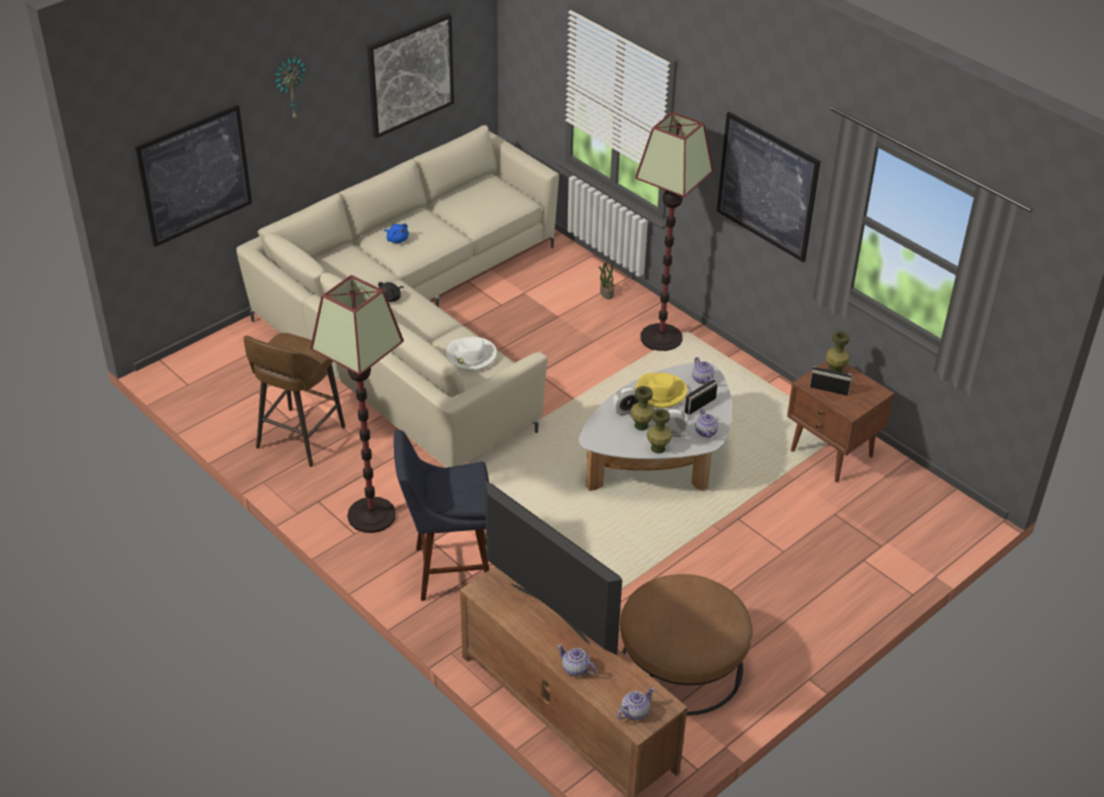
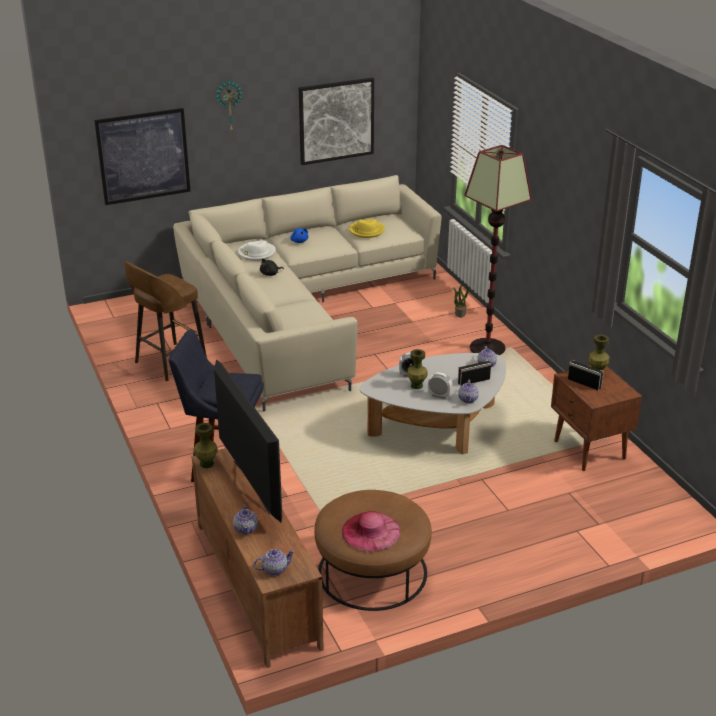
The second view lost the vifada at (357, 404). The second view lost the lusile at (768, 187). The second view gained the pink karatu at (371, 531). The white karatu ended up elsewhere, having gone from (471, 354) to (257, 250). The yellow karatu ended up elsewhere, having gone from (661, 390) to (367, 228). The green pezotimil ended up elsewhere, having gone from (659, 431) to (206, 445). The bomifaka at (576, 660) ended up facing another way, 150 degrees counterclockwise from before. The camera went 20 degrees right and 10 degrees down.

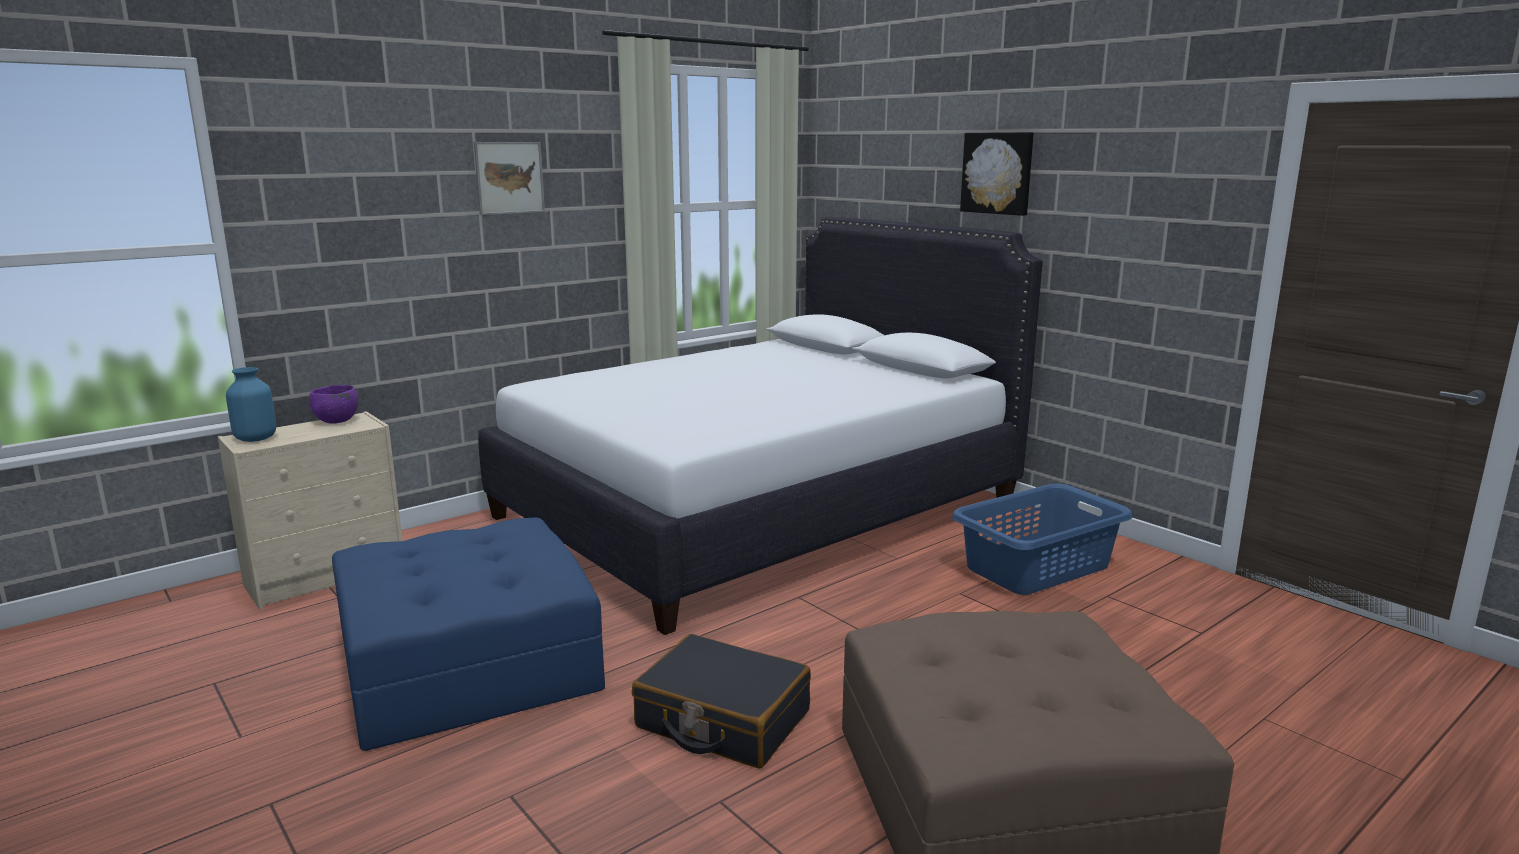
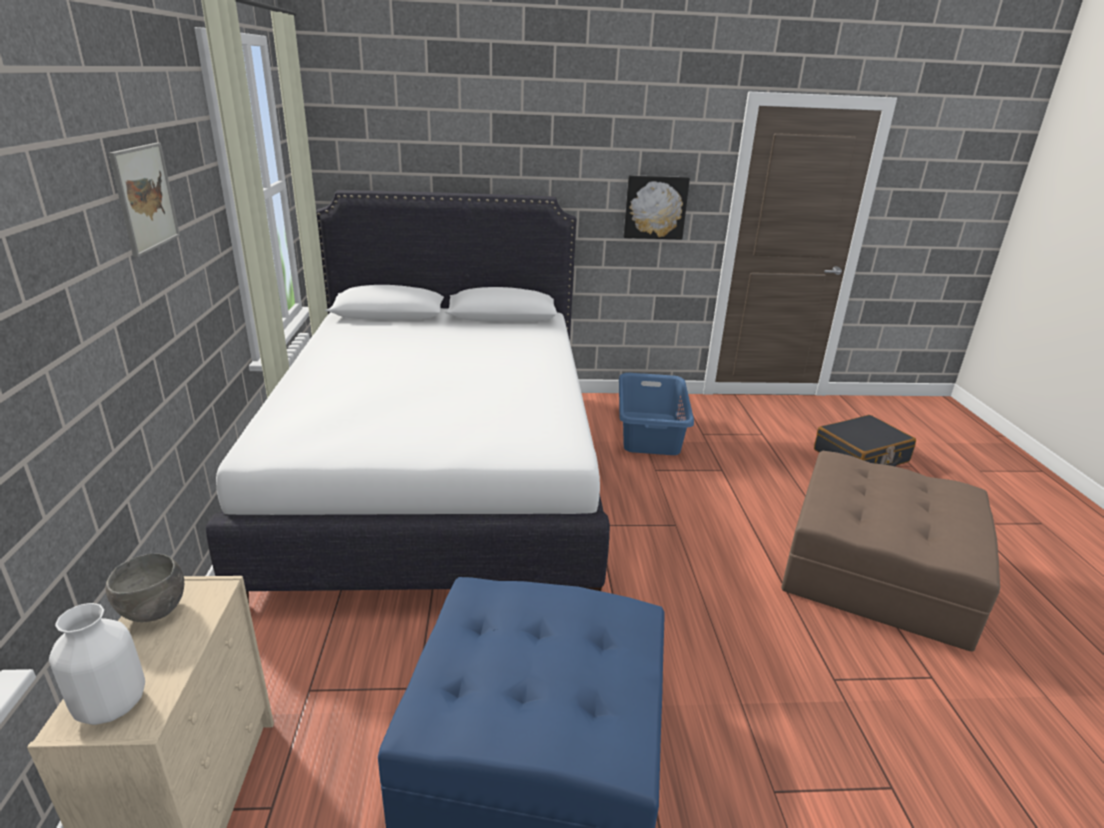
The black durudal ended up elsewhere, having gone from (721, 701) to (865, 441). The lusile ended up elsewhere, having gone from (997, 174) to (657, 207). What was the blue pezotimil at (251, 404) turned into the white pezotimil at (97, 664). What was the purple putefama at (333, 404) turned into the grey putefama at (144, 587). The camera went 55 degrees left and 10 degrees up.

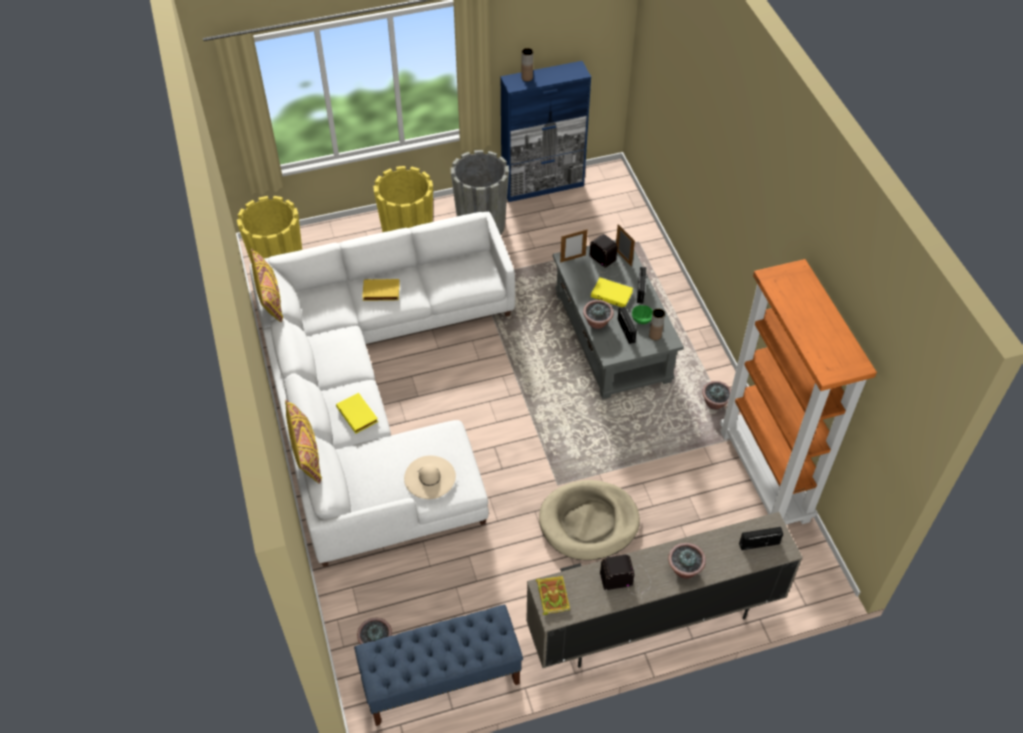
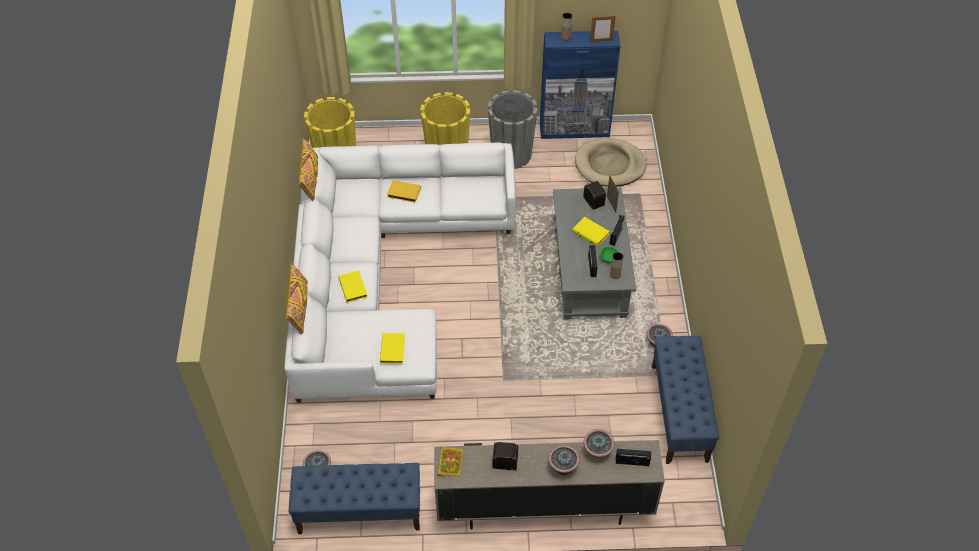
The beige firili ended up elsewhere, having gone from (589, 520) to (610, 162). The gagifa ended up elsewhere, having gone from (574, 246) to (603, 28). The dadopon ended up elsewhere, having gone from (598, 314) to (599, 444). Where the beige karatu stood at (430, 477), the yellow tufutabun came to stand at (392, 348). Where the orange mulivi stood at (798, 392), the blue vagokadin came to stand at (685, 400). The camera went 15 degrees right and 0 degrees up.

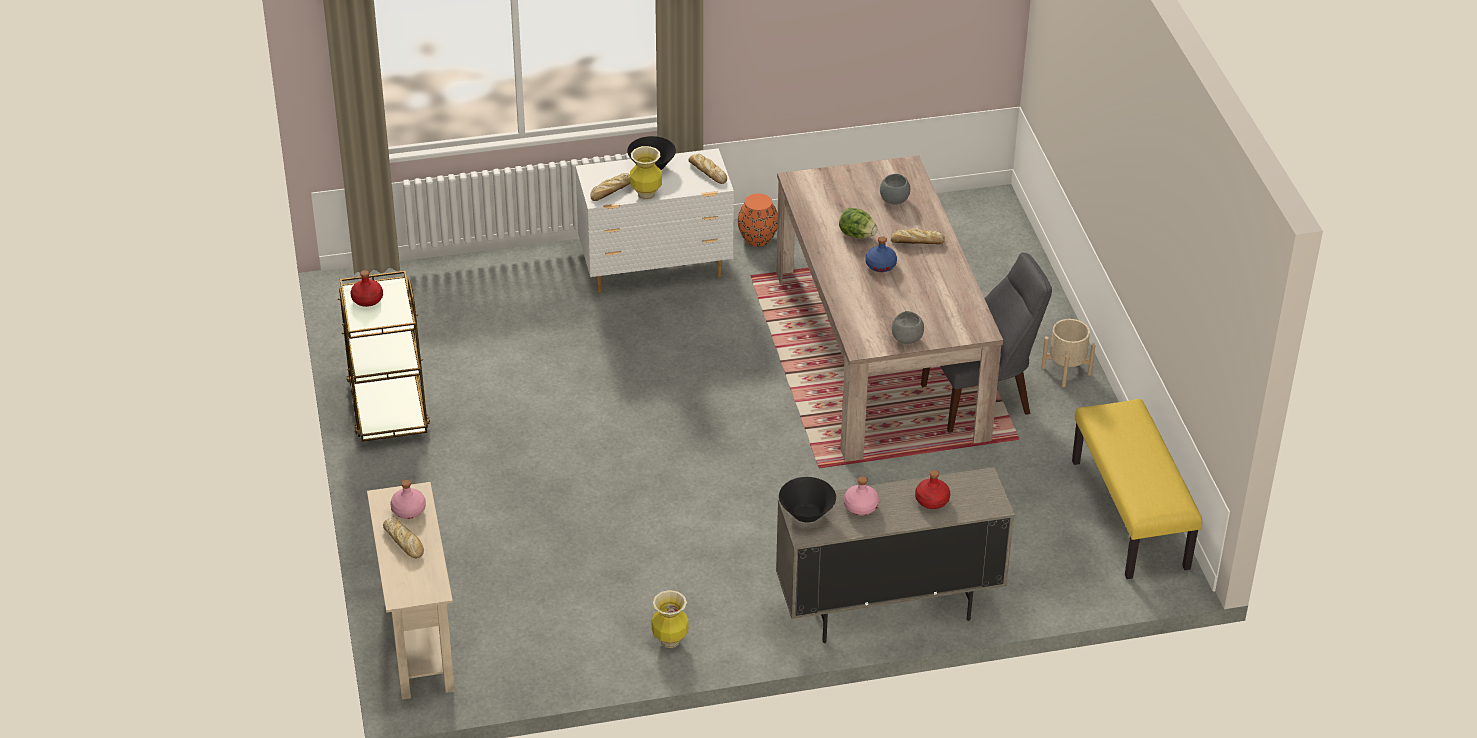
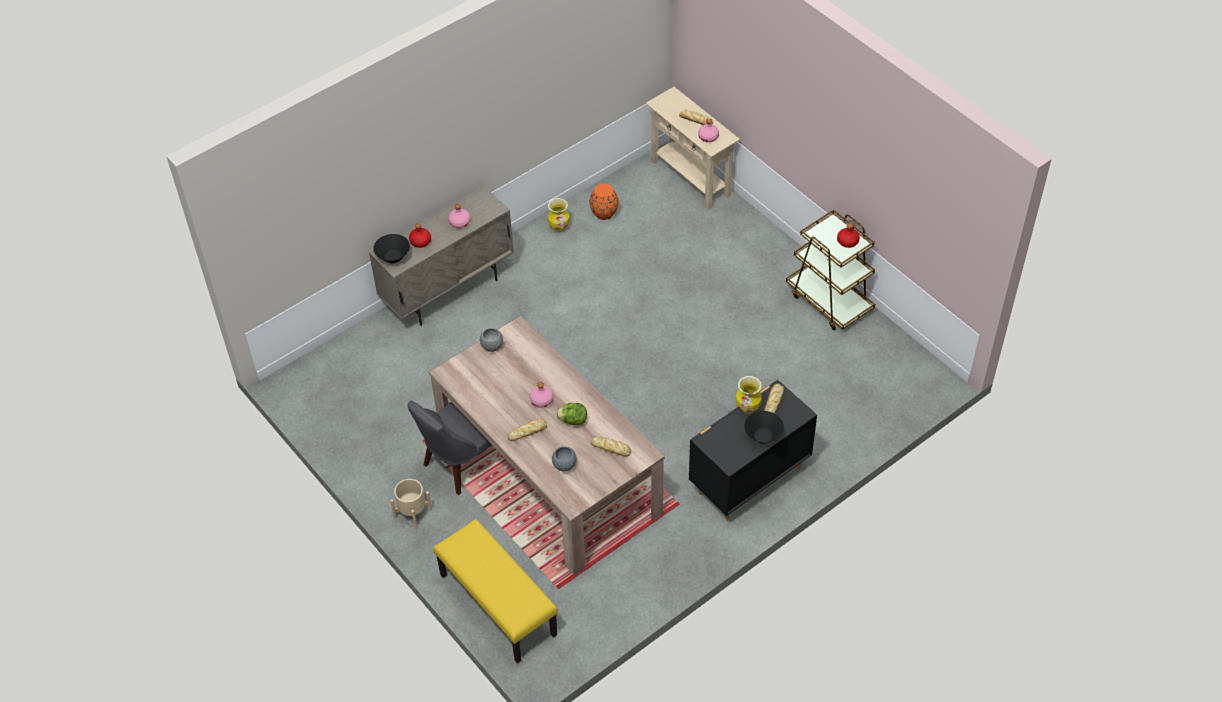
The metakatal ended up elsewhere, having gone from (707, 169) to (611, 446). The orange pezotimil ended up elsewhere, having gone from (758, 220) to (604, 202). The black putefama ended up elsewhere, having gone from (807, 500) to (391, 248). The yellow vagokadin ended up elsewhere, having gone from (1137, 489) to (495, 591). What was the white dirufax at (654, 220) turned into the black dirufax at (753, 450). What was the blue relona at (881, 254) turned into the pink relona at (541, 395). The camera went 155 degrees right and 10 degrees up.

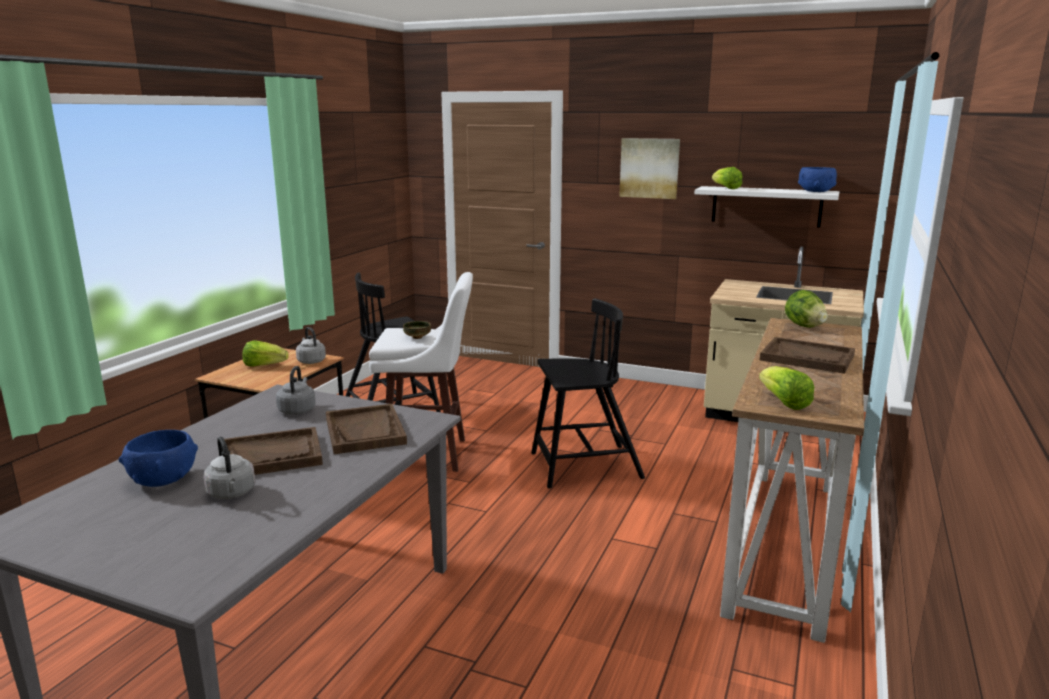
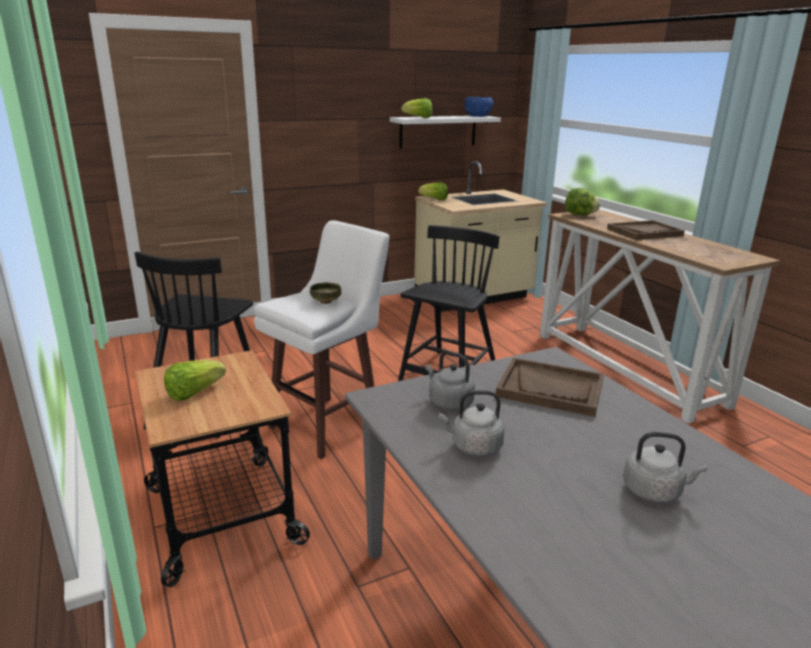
The second view lost the blue putefama at (158, 458). The second view lost the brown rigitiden at (273, 451). The second view lost the lusile at (649, 168). The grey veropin ended up elsewhere, having gone from (311, 345) to (472, 423). The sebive ended up elsewhere, having gone from (786, 388) to (433, 191). The camera went 50 degrees left and 5 degrees up.

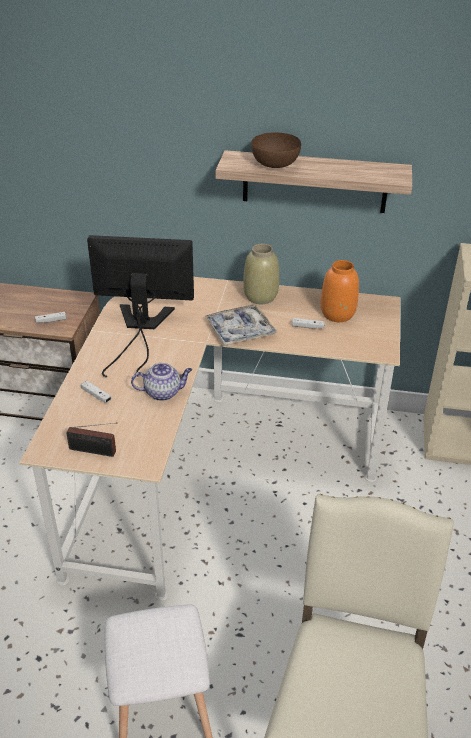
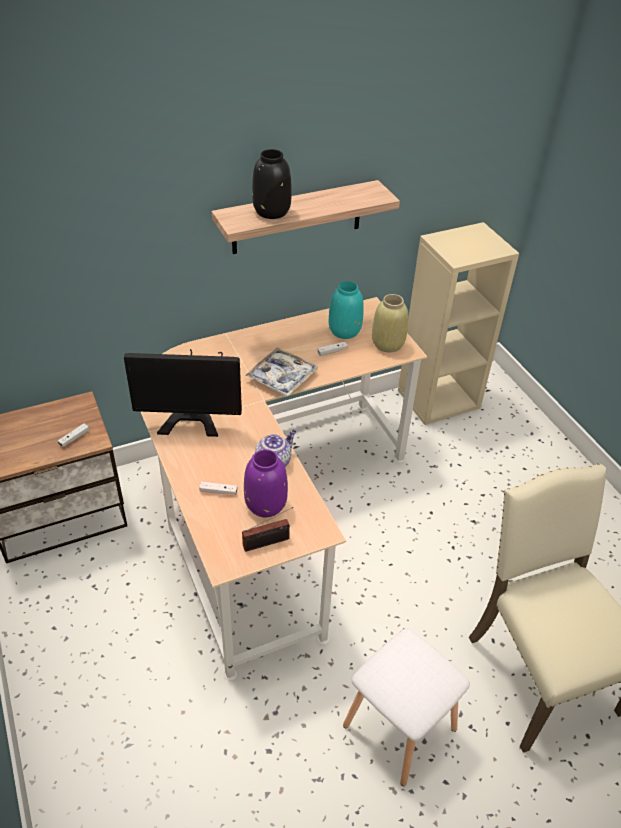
The second view gained the purple pezotimil at (266, 483). The beige pezotimil ended up elsewhere, having gone from (261, 274) to (390, 323). Where the brown putefama stood at (276, 150), the black pezotimil came to stand at (272, 184). What was the orange pezotimil at (340, 291) turned into the turquoise pezotimil at (346, 310). The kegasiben at (140, 306) ended up facing another way, 150 degrees counterclockwise from before. The camera went 35 degrees left and 5 degrees up.

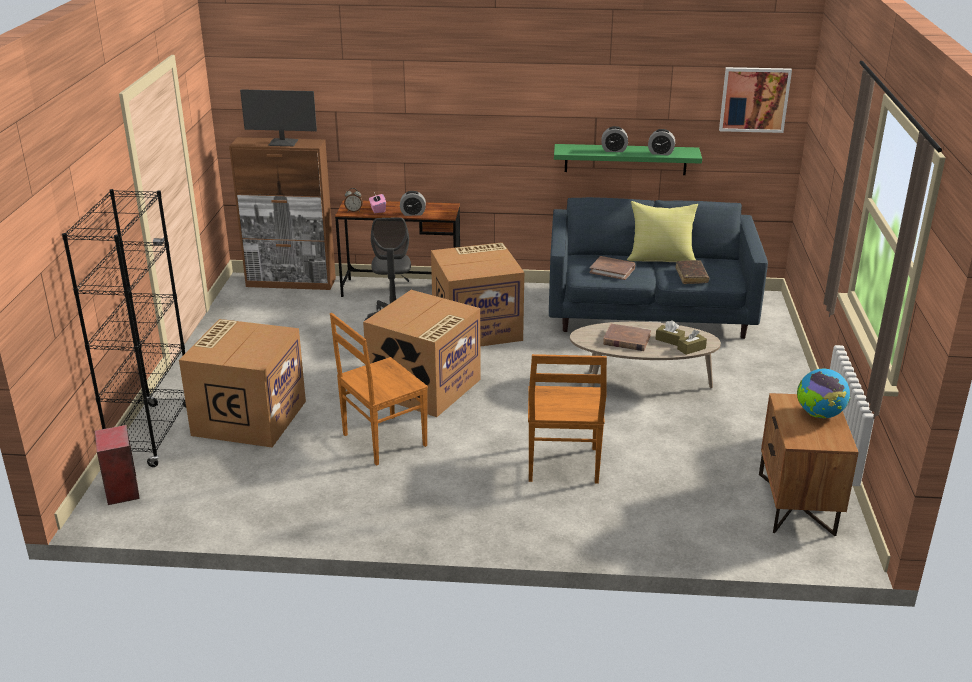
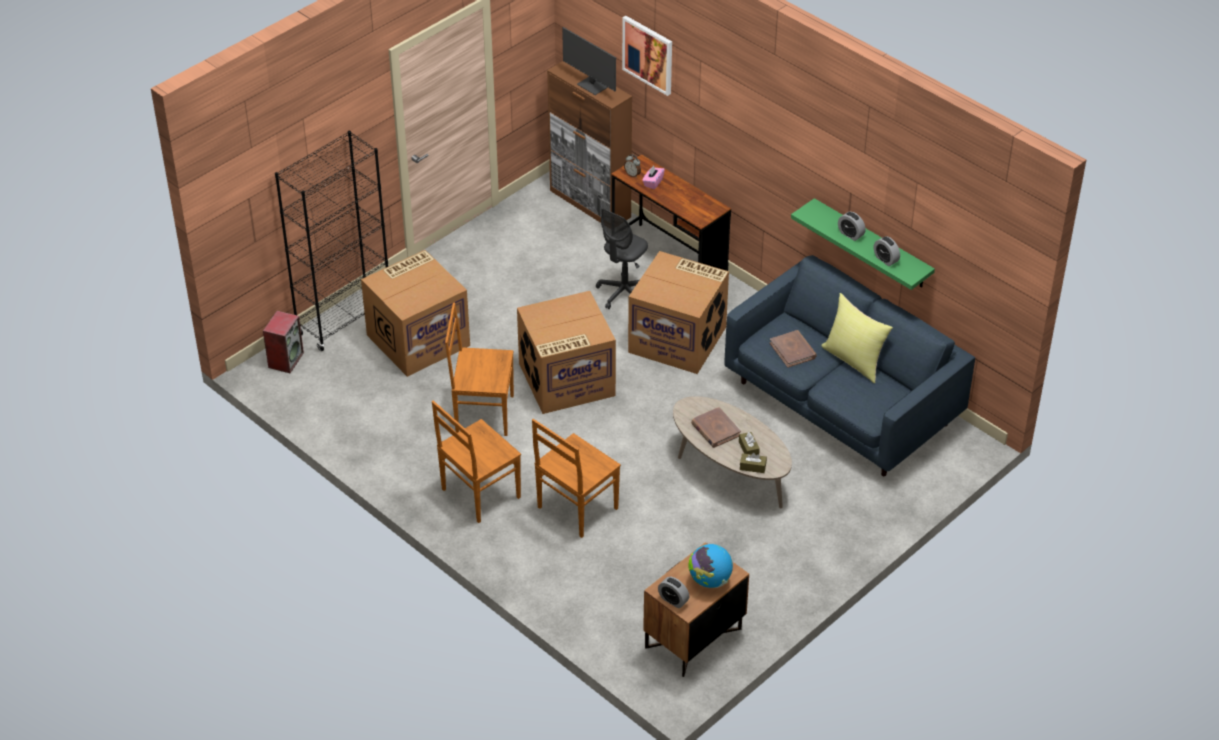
The second view lost the brown tufutabun at (692, 272). The second view gained the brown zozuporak at (476, 462). The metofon ended up elsewhere, having gone from (413, 203) to (673, 592). The lusile ended up elsewhere, having gone from (755, 100) to (647, 56). The camera went 40 degrees right and 15 degrees up.

